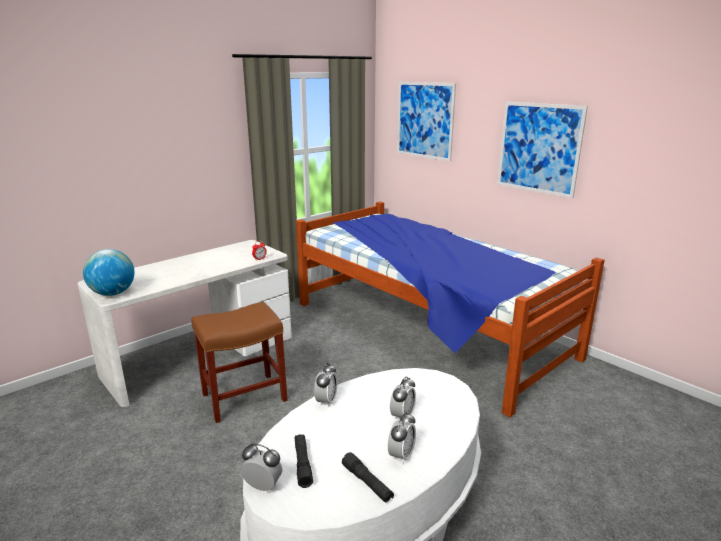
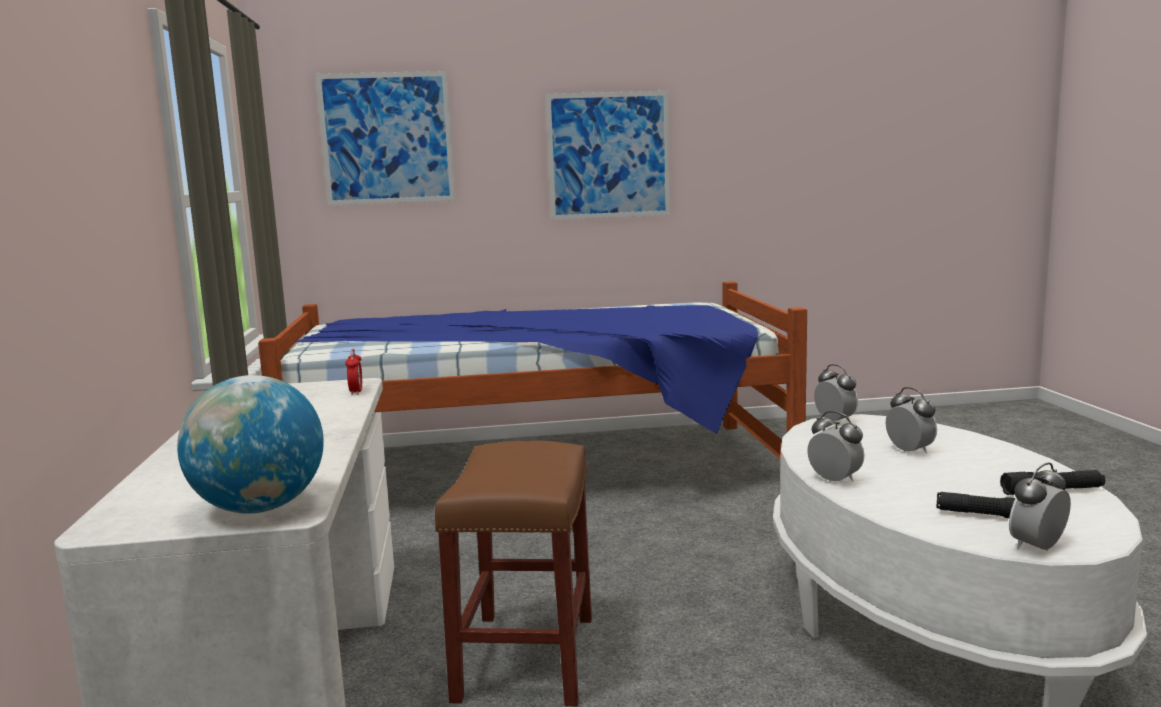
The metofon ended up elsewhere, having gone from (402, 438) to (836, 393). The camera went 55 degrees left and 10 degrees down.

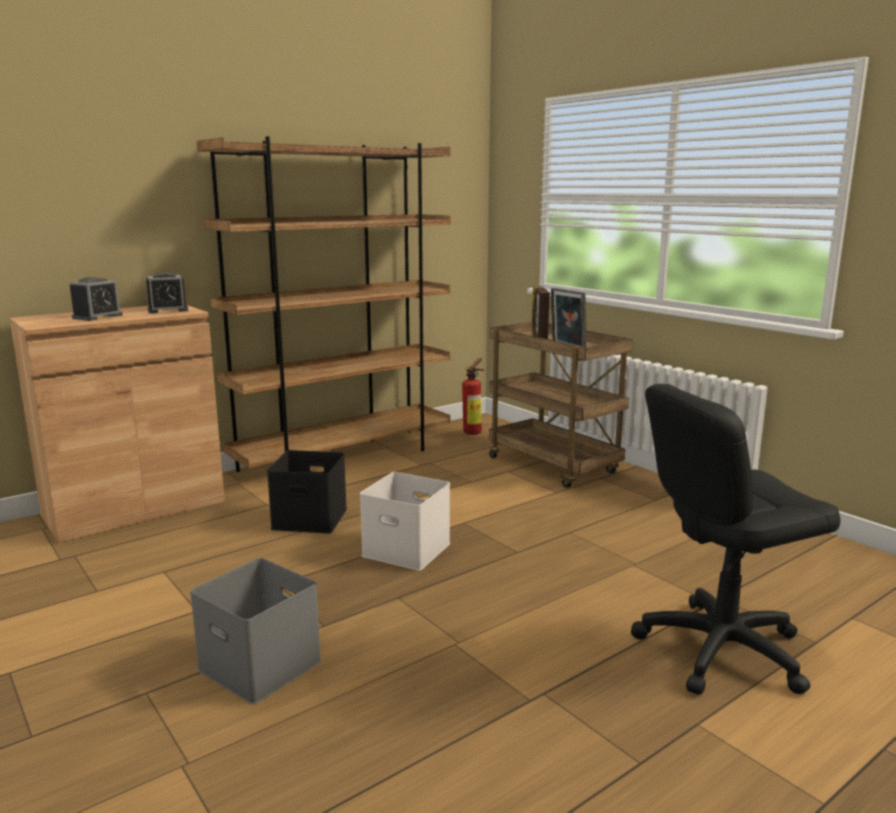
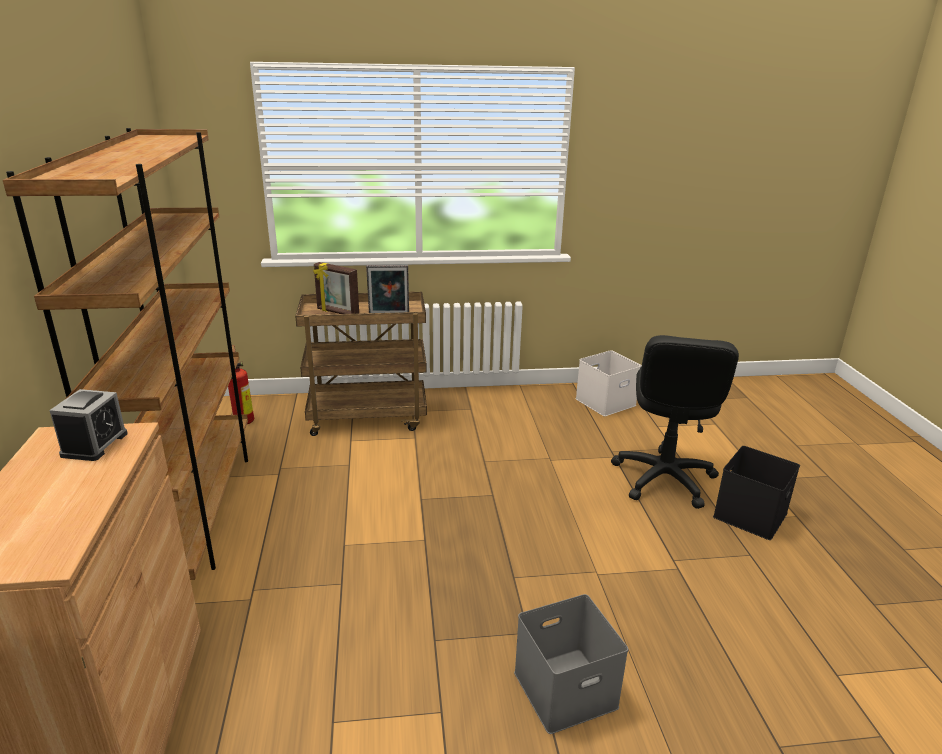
The second view lost the metofon at (96, 299). The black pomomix ended up elsewhere, having gone from (307, 491) to (756, 493). The white pomomix ended up elsewhere, having gone from (405, 521) to (609, 383). The camera went 60 degrees left and 10 degrees up.

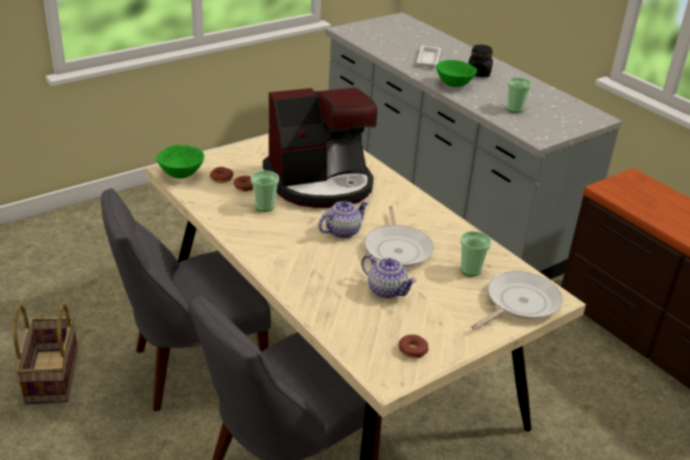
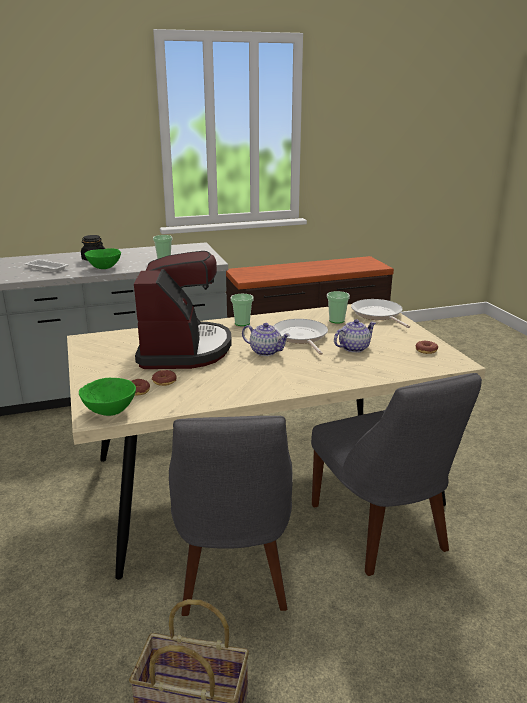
The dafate ended up elsewhere, having gone from (265, 191) to (242, 310). The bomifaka at (343, 219) ended up facing another way, 135 degrees clockwise from before. The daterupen at (399, 237) ended up facing another way, 120 degrees counterclockwise from before. The camera went 70 degrees left and 10 degrees down.

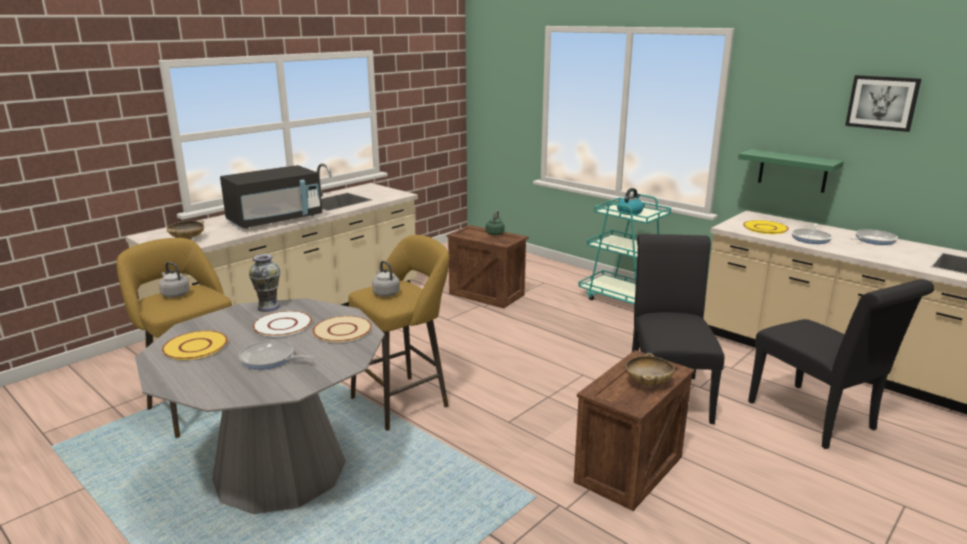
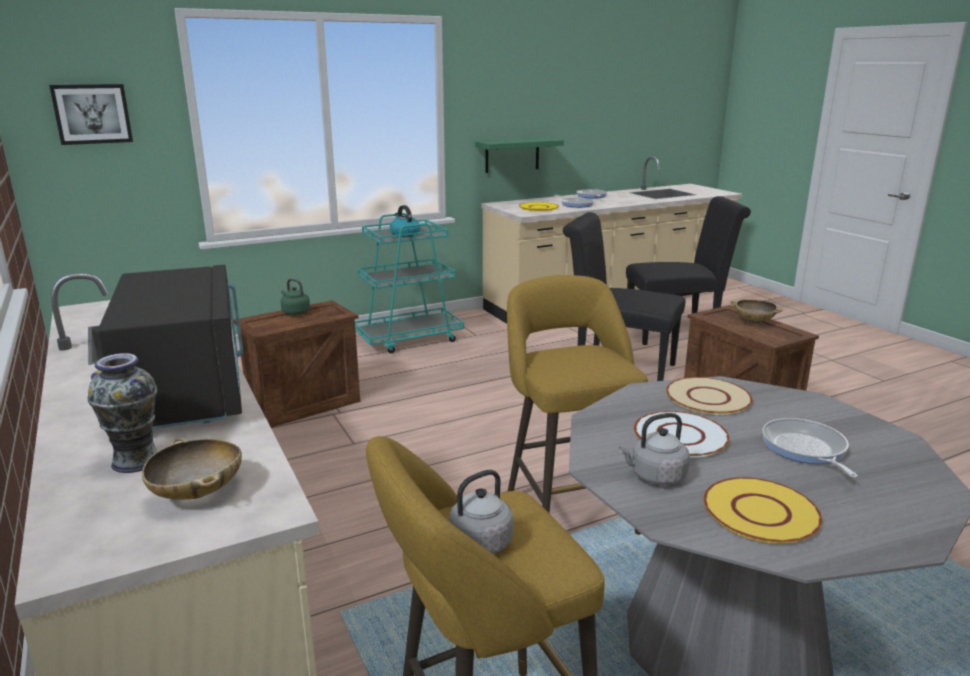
The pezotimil ended up elsewhere, having gone from (265, 283) to (122, 413). The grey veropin ended up elsewhere, having gone from (386, 279) to (654, 449). The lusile ended up elsewhere, having gone from (883, 103) to (91, 114). The daterupen at (276, 355) ended up facing another way, 135 degrees clockwise from before. The camera went 70 degrees left and 0 degrees up.

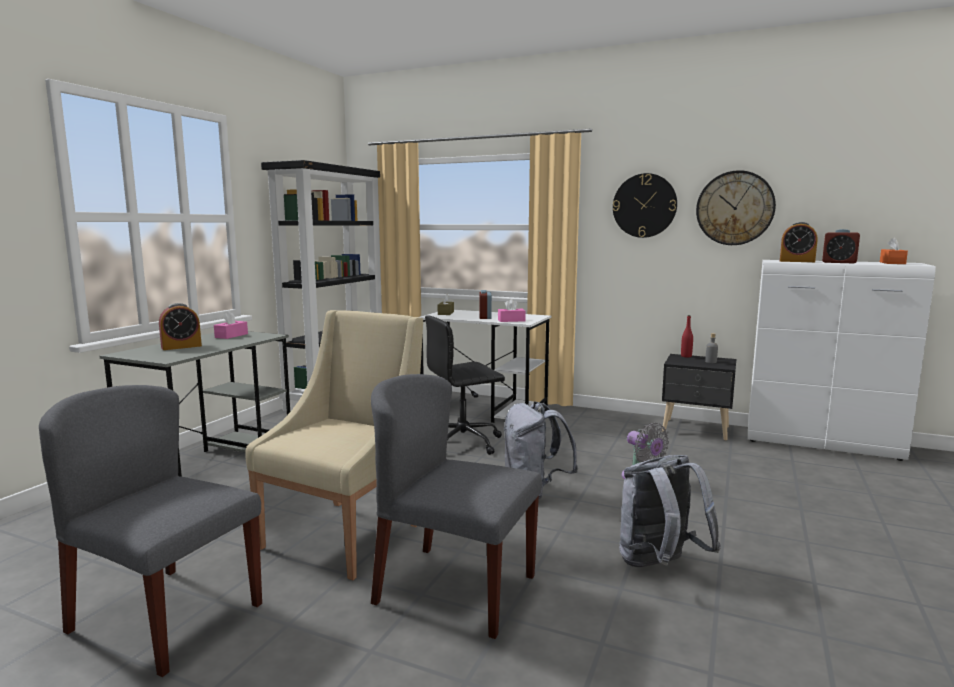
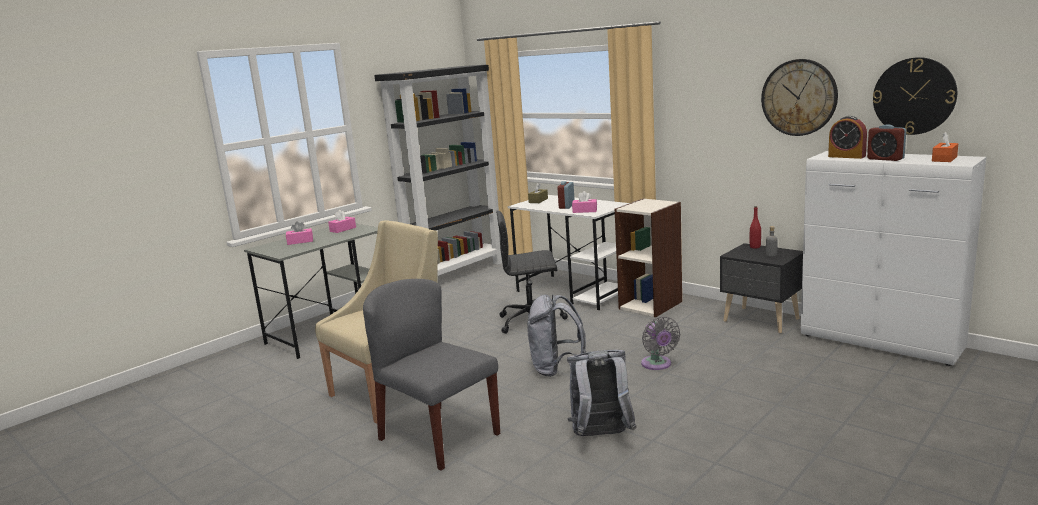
The second view lost the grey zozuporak at (150, 531). The second view gained the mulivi at (648, 257). The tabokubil ended up elsewhere, having gone from (645, 205) to (915, 96). Where the metofon stood at (180, 326), the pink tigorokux came to stand at (299, 233). The camera went 20 degrees right and 5 degrees up.

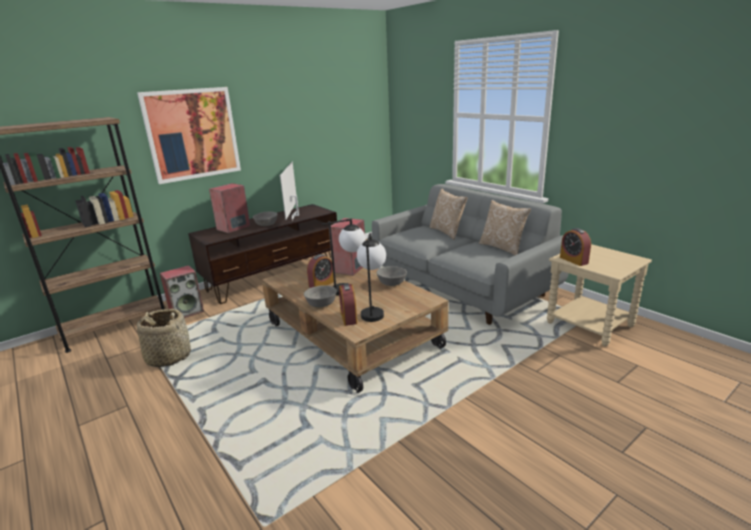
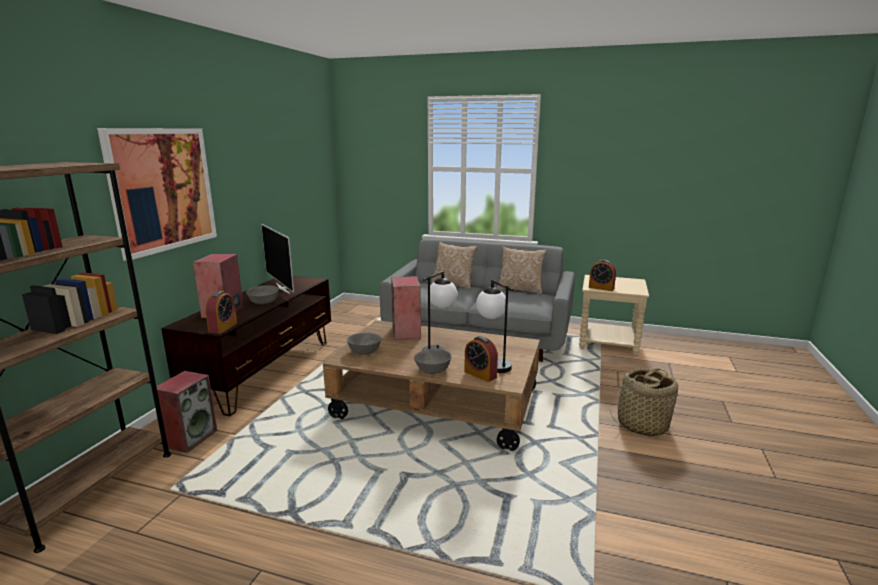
The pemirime ended up elsewhere, having gone from (164, 338) to (644, 402). The metofon ended up elsewhere, having gone from (320, 271) to (221, 312). The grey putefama ended up elsewhere, having gone from (392, 276) to (364, 343). The camera went 35 degrees left and 5 degrees down.

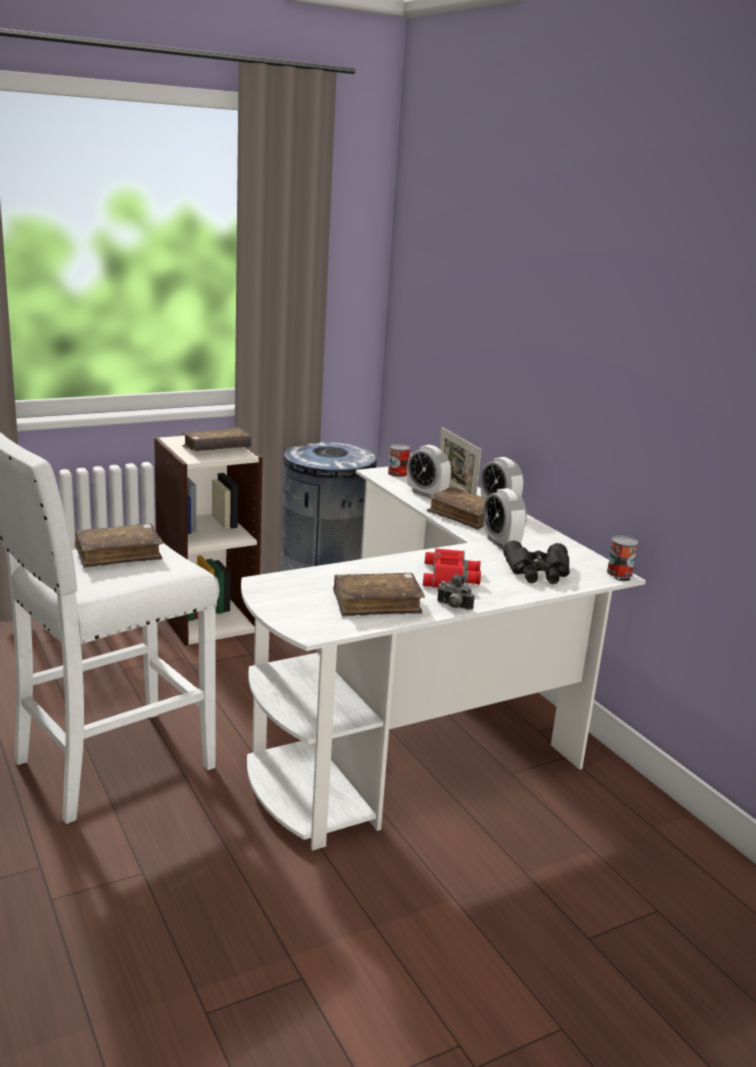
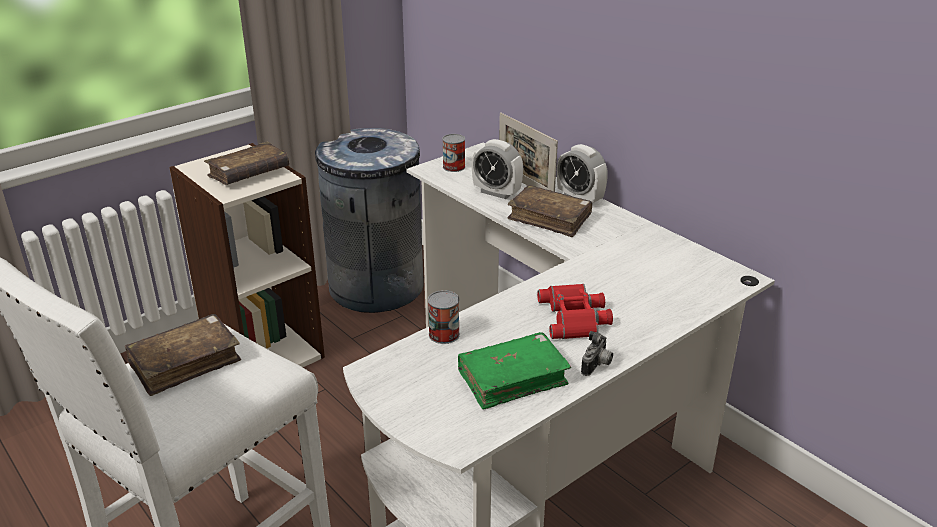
The second view lost the metofon at (505, 519). The second view lost the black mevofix at (536, 562). The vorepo ended up elsewhere, having gone from (622, 557) to (444, 317). What was the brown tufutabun at (379, 594) turned into the green tufutabun at (514, 371). The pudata at (456, 592) ended up facing another way, 75 degrees counterclockwise from before. The camera went 10 degrees left and 10 degrees up.

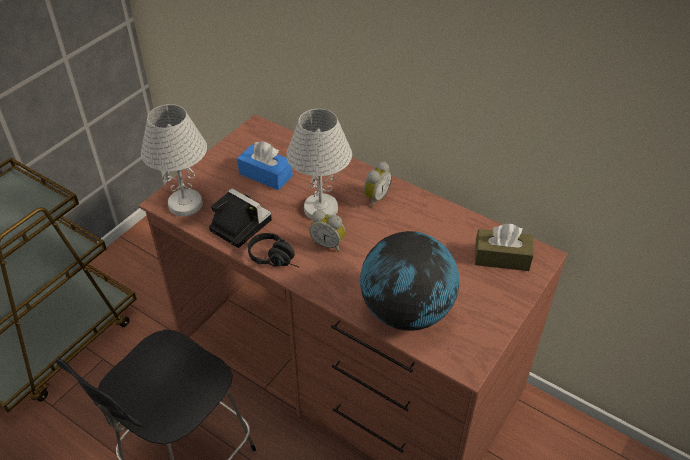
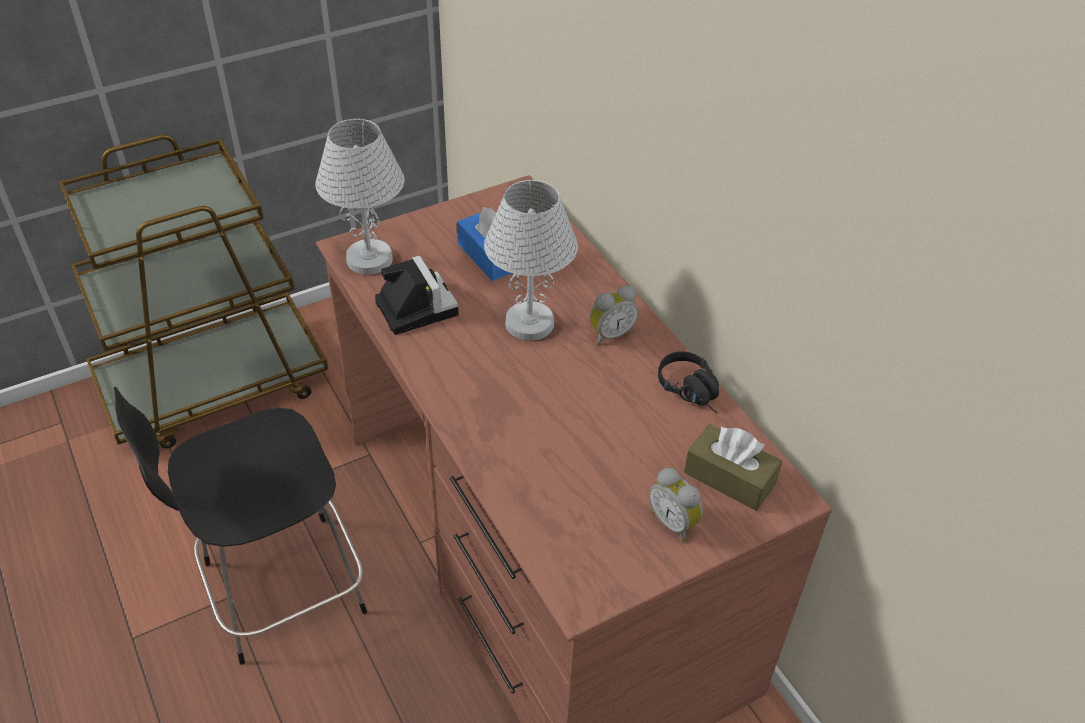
The second view lost the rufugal at (409, 281). The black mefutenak ended up elsewhere, having gone from (273, 250) to (688, 382). The metofon ended up elsewhere, having gone from (327, 231) to (676, 505). The camera went 25 degrees right and 0 degrees up.

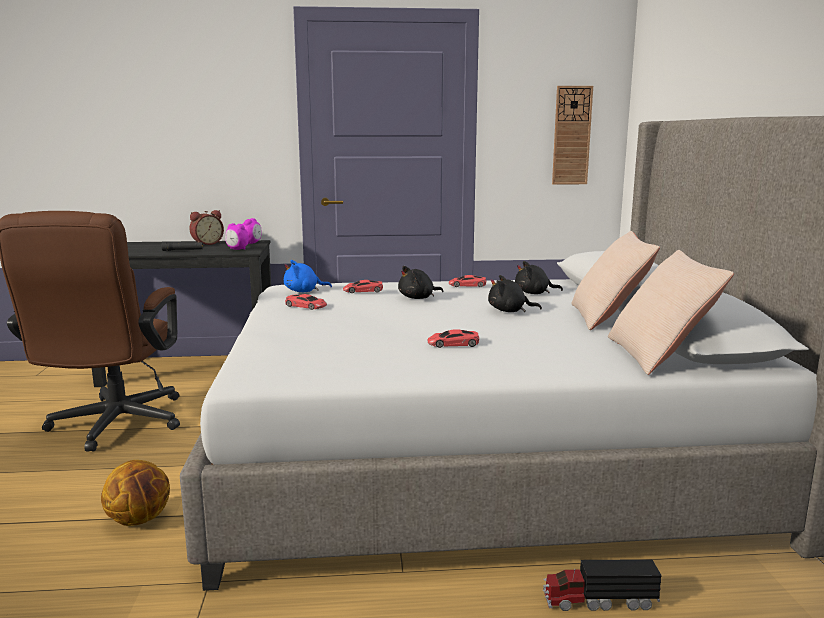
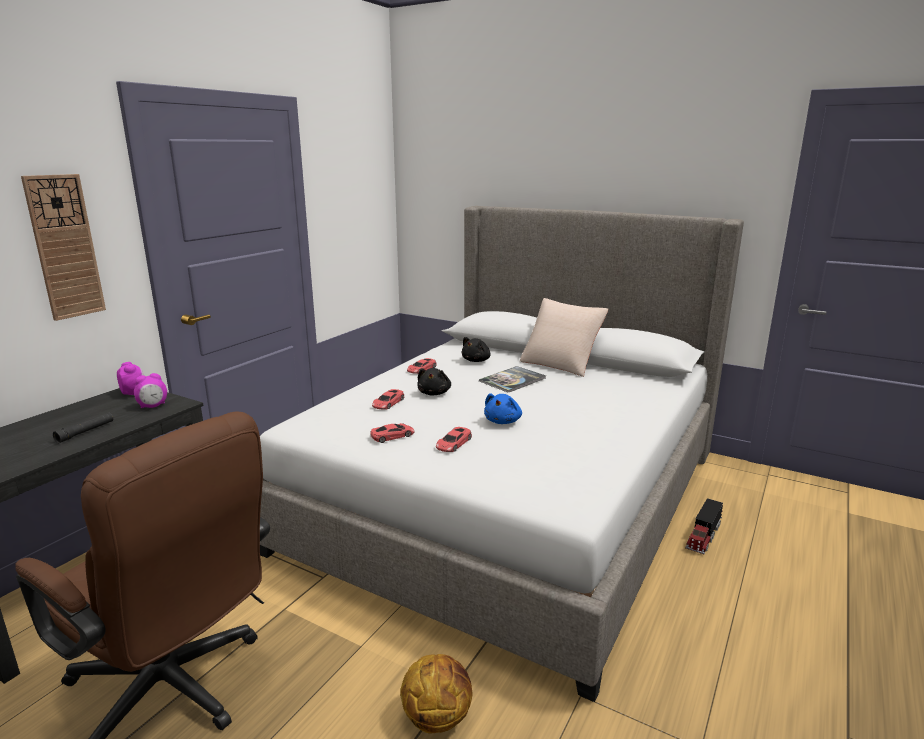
The second view lost the metofon at (206, 227). The second view lost the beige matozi at (671, 312). The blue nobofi ended up elsewhere, having gone from (308, 276) to (503, 408). The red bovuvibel ended up elsewhere, having gone from (453, 338) to (454, 439). The tabokubil ended up elsewhere, having gone from (572, 135) to (63, 247). Where the black nobofi stood at (515, 293), the tufutabun came to stand at (512, 379). The camera went 55 degrees left and 5 degrees up.

